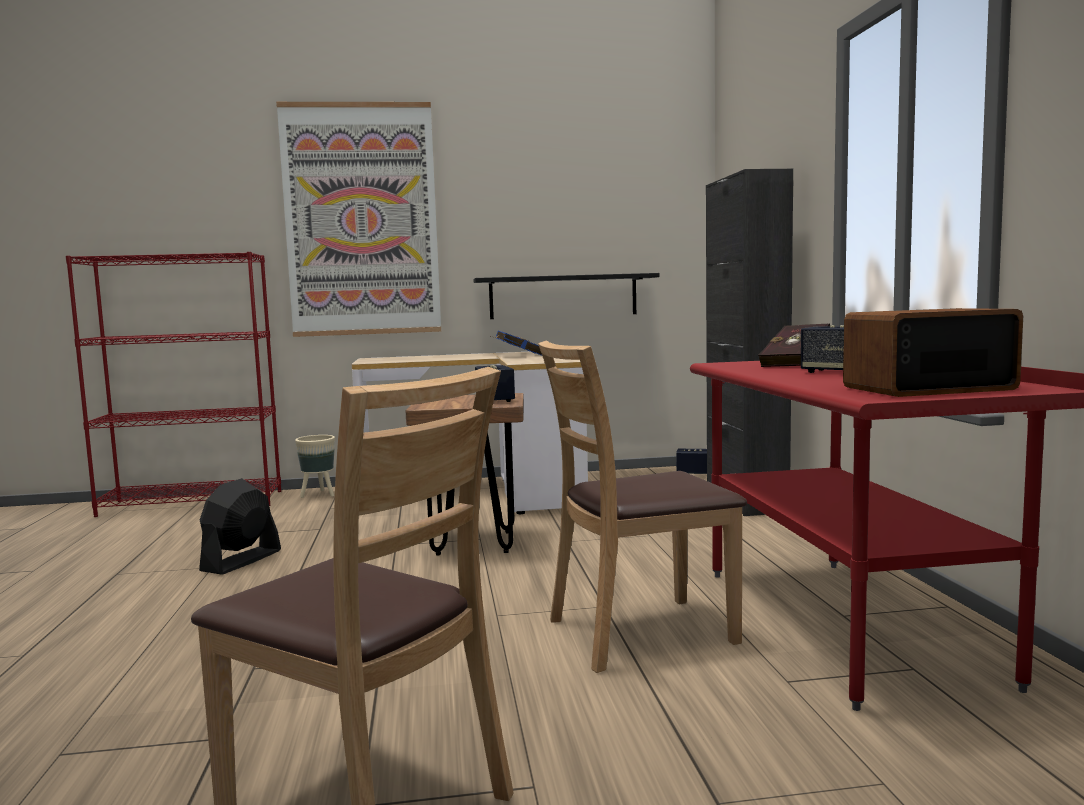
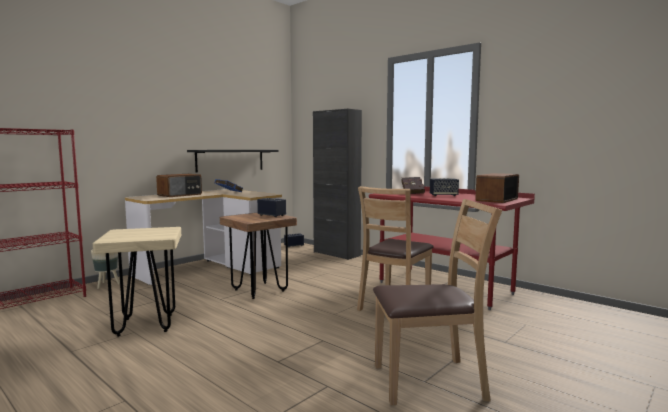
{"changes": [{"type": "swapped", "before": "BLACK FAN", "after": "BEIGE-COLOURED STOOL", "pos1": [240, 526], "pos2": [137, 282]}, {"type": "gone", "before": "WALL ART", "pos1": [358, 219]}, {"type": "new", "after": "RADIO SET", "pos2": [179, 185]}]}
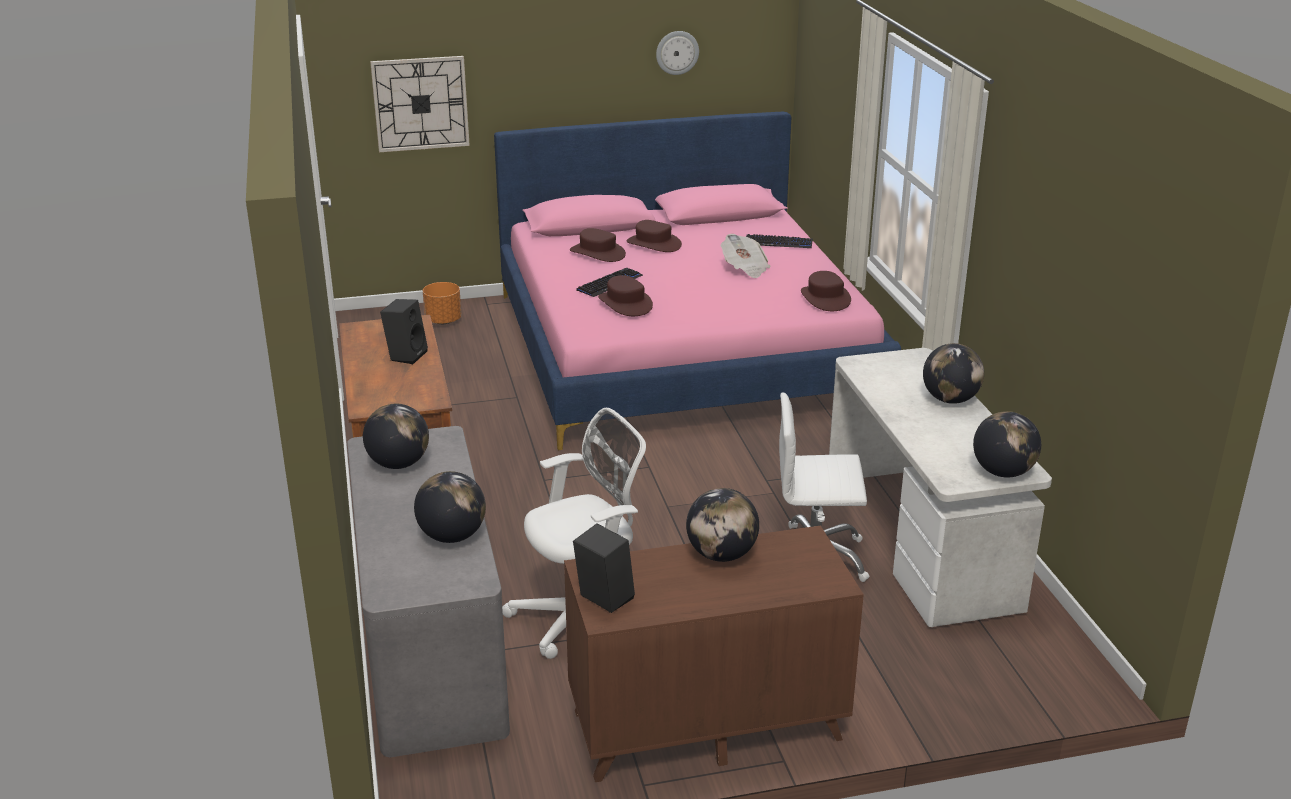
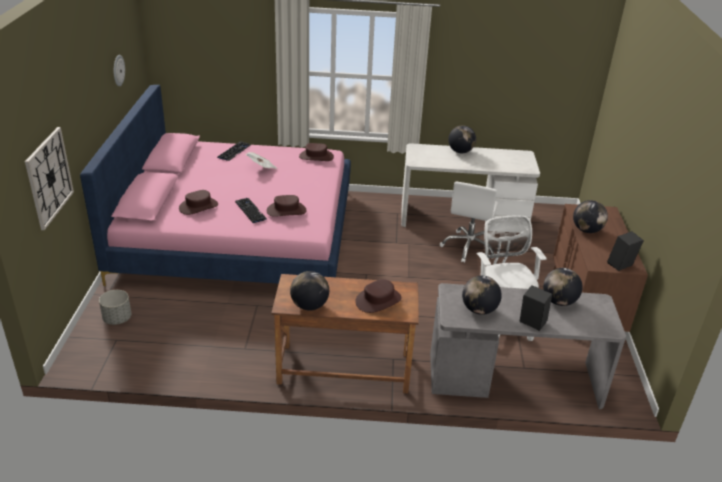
{"changes": [{"type": "shifted", "before": "BLACK AUDIO SPEAKER", "pos1": [404, 331], "pos2": [535, 308]}, {"type": "repainted", "before": "ORANGEY FLOWER POT", "after": "GREY FLOWER POT", "pos1": [442, 303], "pos2": [115, 307]}, {"type": "shifted", "before": "BROWNISH CLOTHING HAT", "pos1": [654, 236], "pos2": [378, 296]}, {"type": "shifted", "before": "DESK GLOBE", "pos1": [1007, 444], "pos2": [309, 291]}]}
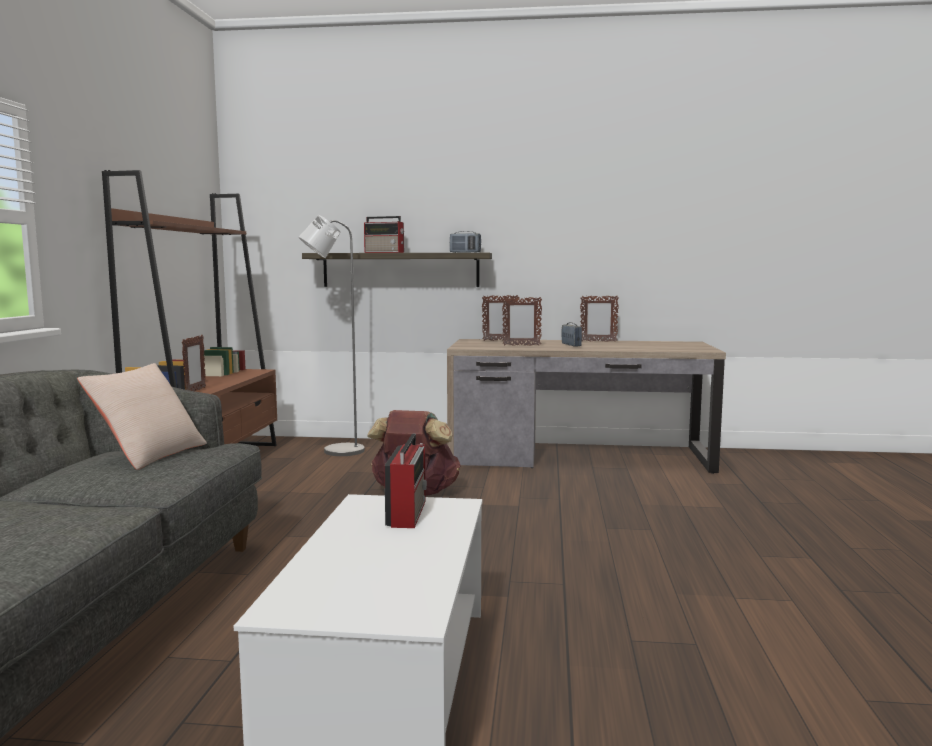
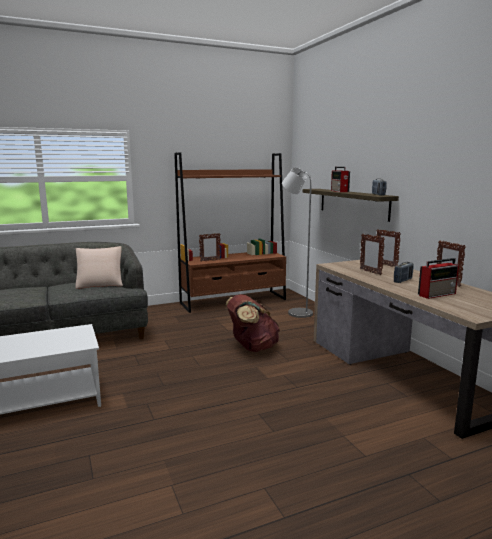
{"changes": [{"type": "shifted", "before": "RADIO SET", "pos1": [405, 481], "pos2": [438, 278]}]}
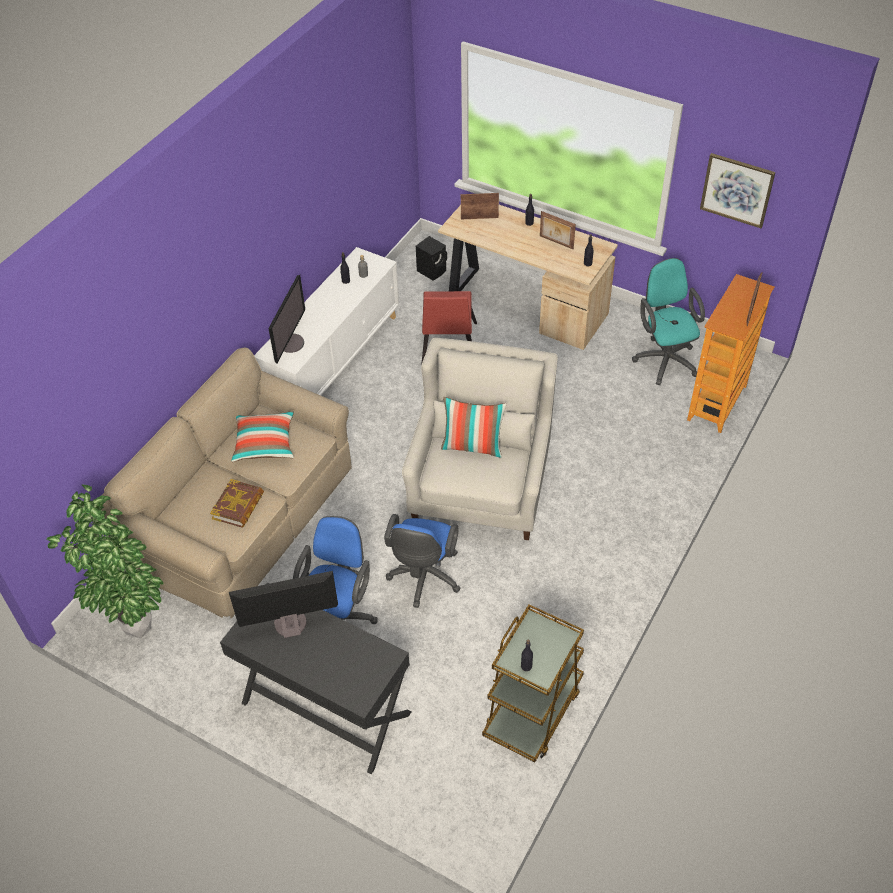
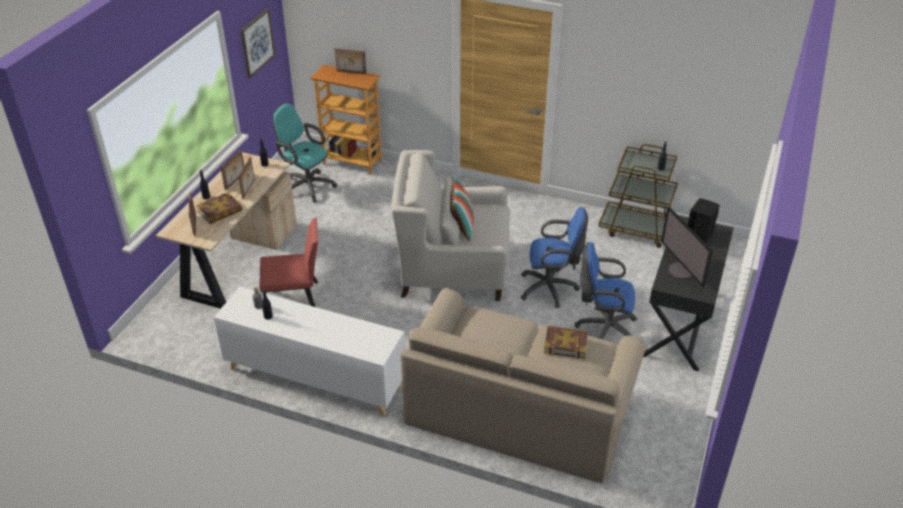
{"changes": [{"type": "gone", "before": "HOUSEPLANT", "pos1": [105, 561]}, {"type": "gone", "before": "CUSHION", "pos1": [262, 436]}, {"type": "gone", "before": "MONITOR", "pos1": [286, 319]}, {"type": "shifted", "before": "BLACK AUDIO SPEAKER", "pos1": [431, 258], "pos2": [704, 221]}, {"type": "rotated", "before": "BLUE-GREEN COMPUTER CHAIR", "pos1": [668, 321], "pos2": [305, 152], "turn": 60}, {"type": "new", "after": "BOOK", "pos2": [219, 208]}, {"type": "new", "after": "PICTURE FRAME", "pos2": [246, 177]}]}
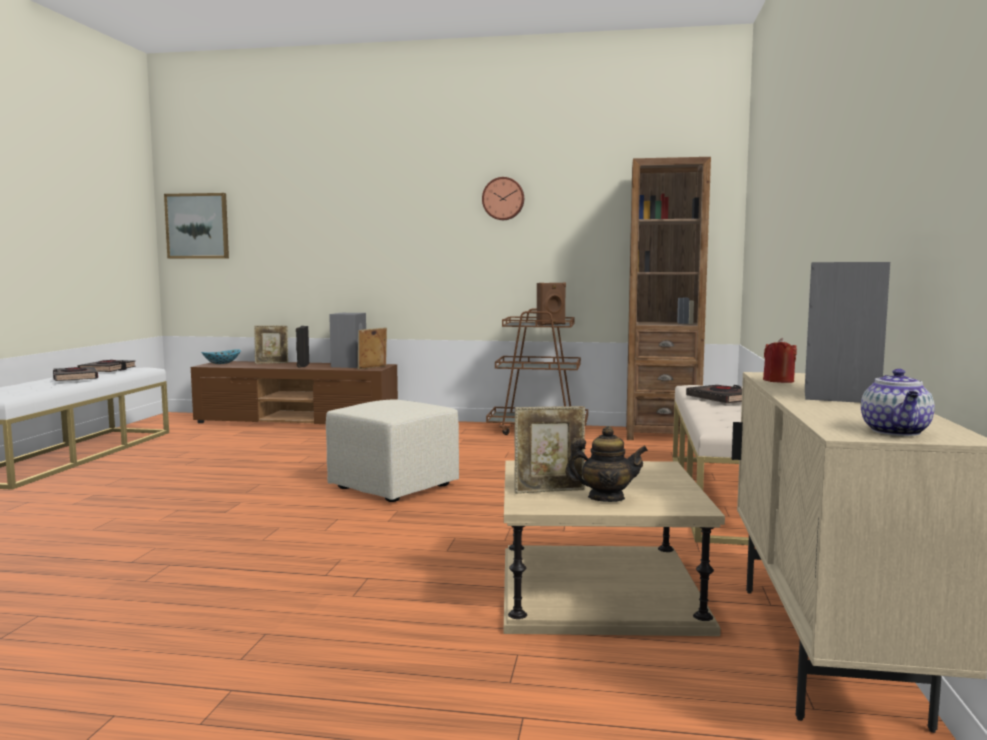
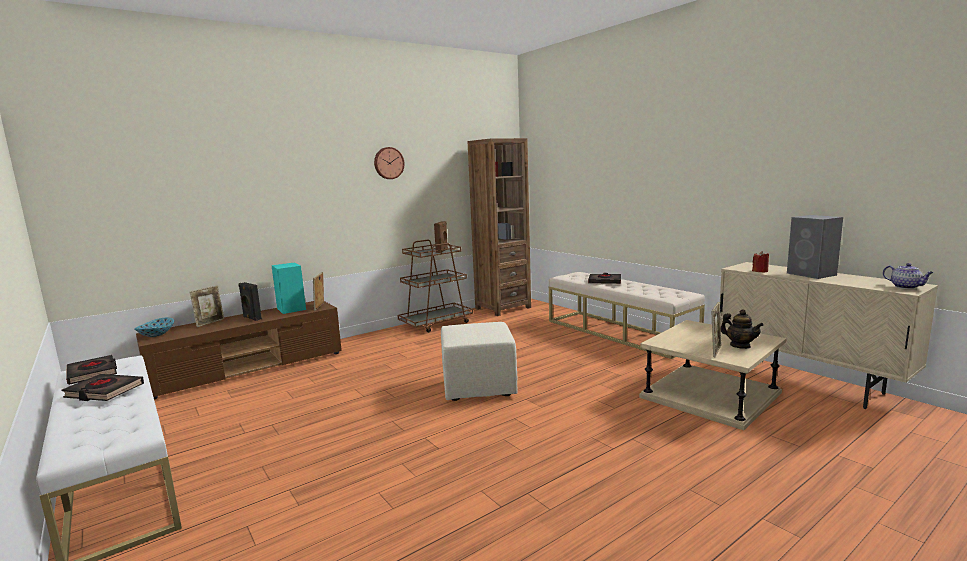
{"changes": [{"type": "gone", "before": "WALL ART", "pos1": [196, 226]}, {"type": "repainted", "before": "GREY AUDIO SPEAKER", "after": "BLUE-GREEN AUDIO SPEAKER", "pos1": [347, 340], "pos2": [288, 288]}, {"type": "rotated", "before": "POT FOR TEA", "pos1": [606, 464], "pos2": [742, 329], "turn": 90}]}
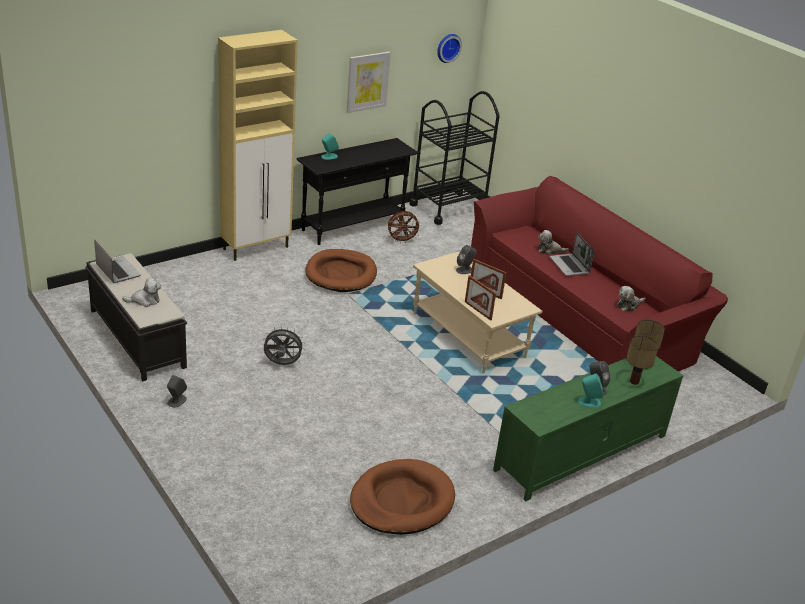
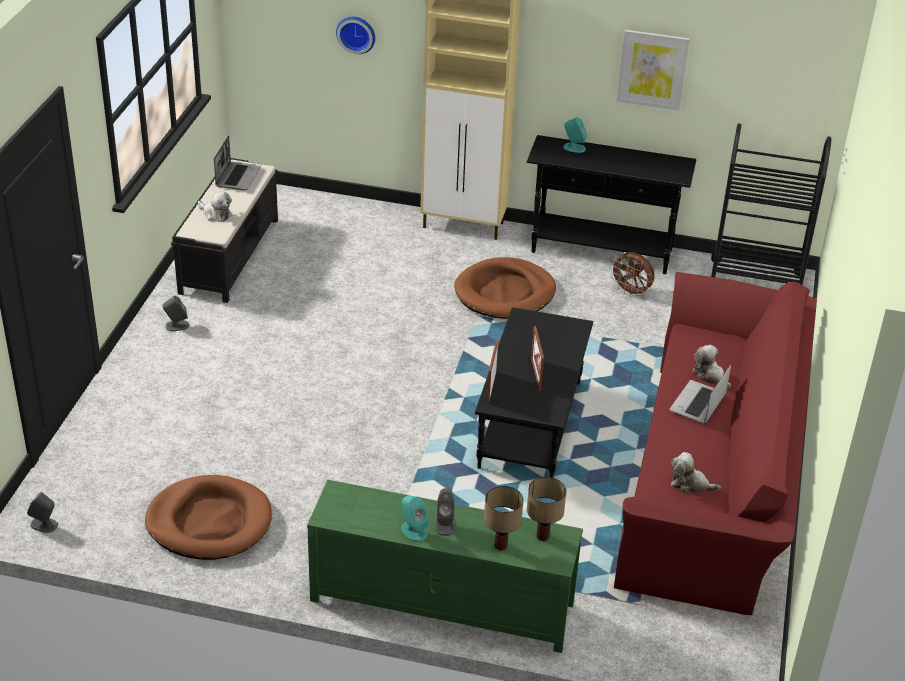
{"changes": [{"type": "gone", "before": "GREY FAN", "pos1": [283, 345]}, {"type": "repainted", "before": "BEIGE-COLOURED LOW TABLE", "after": "BLACK LOW TABLE", "pos1": [477, 312], "pos2": [534, 392]}, {"type": "shifted", "before": "WALL CLOCK", "pos1": [449, 48], "pos2": [355, 35]}, {"type": "shifted", "before": "GREY AUDIO SPEAKER", "pos1": [466, 259], "pos2": [42, 512]}]}
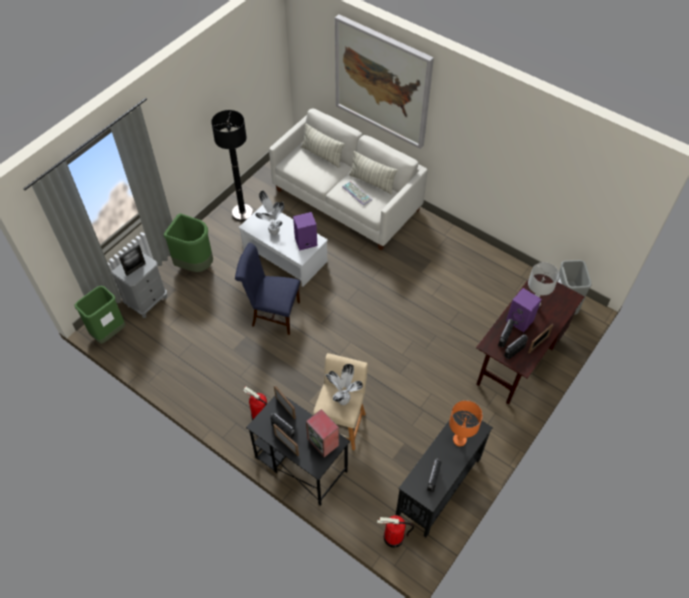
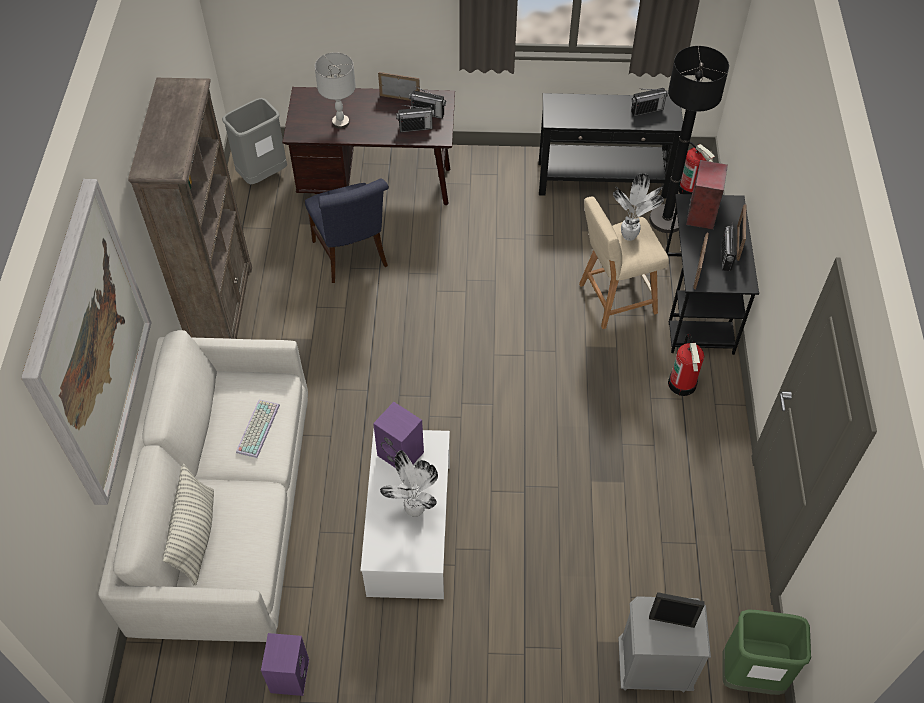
{"changes": [{"type": "gone", "before": "GREENISH RUBBISH BIN", "pos1": [188, 243]}, {"type": "shifted", "before": "BLACK FLOOR LAMP", "pos1": [232, 166], "pos2": [689, 139]}, {"type": "shifted", "before": "BLUE-COLOURED CHAIR", "pos1": [267, 289], "pos2": [347, 231]}, {"type": "gone", "before": "CUSHION", "pos1": [373, 173]}, {"type": "gone", "before": "ORANGEY TABLETOP LAMP", "pos1": [466, 423]}, {"type": "shifted", "before": "PURPLISH AUDIO SPEAKER", "pos1": [524, 310], "pos2": [285, 664]}, {"type": "new", "after": "BROWNISH SHELVING UNIT", "pos2": [190, 208]}]}
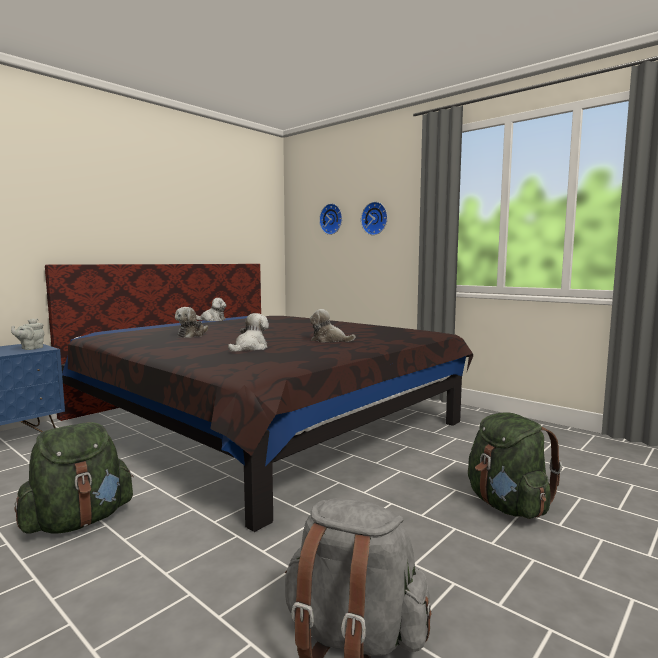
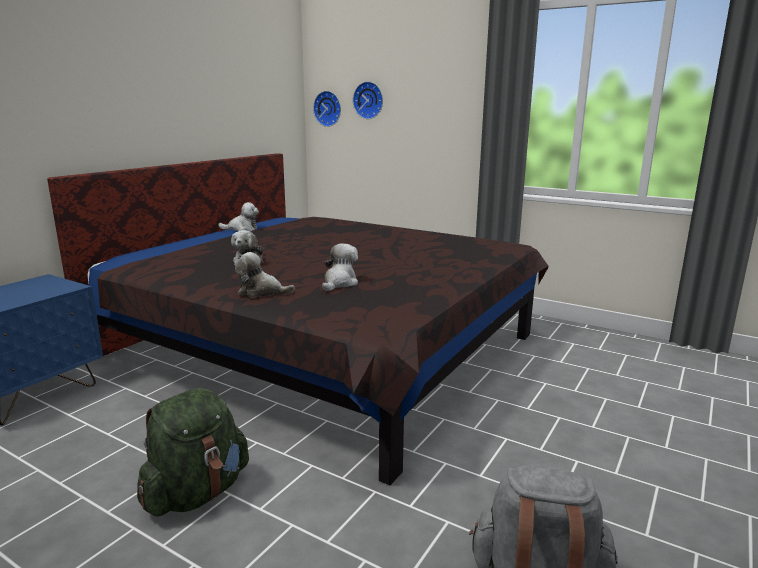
{"changes": [{"type": "gone", "before": "GREY POT FOR TEA", "pos1": [27, 334]}, {"type": "shifted", "before": "SOFT TOY", "pos1": [332, 325], "pos2": [265, 274]}, {"type": "shifted", "before": "WALL CLOCK", "pos1": [374, 218], "pos2": [327, 109]}, {"type": "gone", "before": "GREENISH KNAPSACK", "pos1": [515, 465]}]}
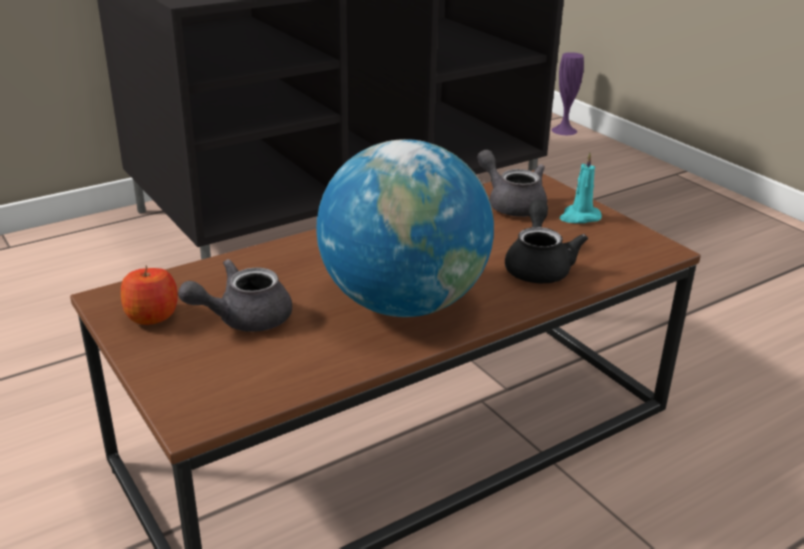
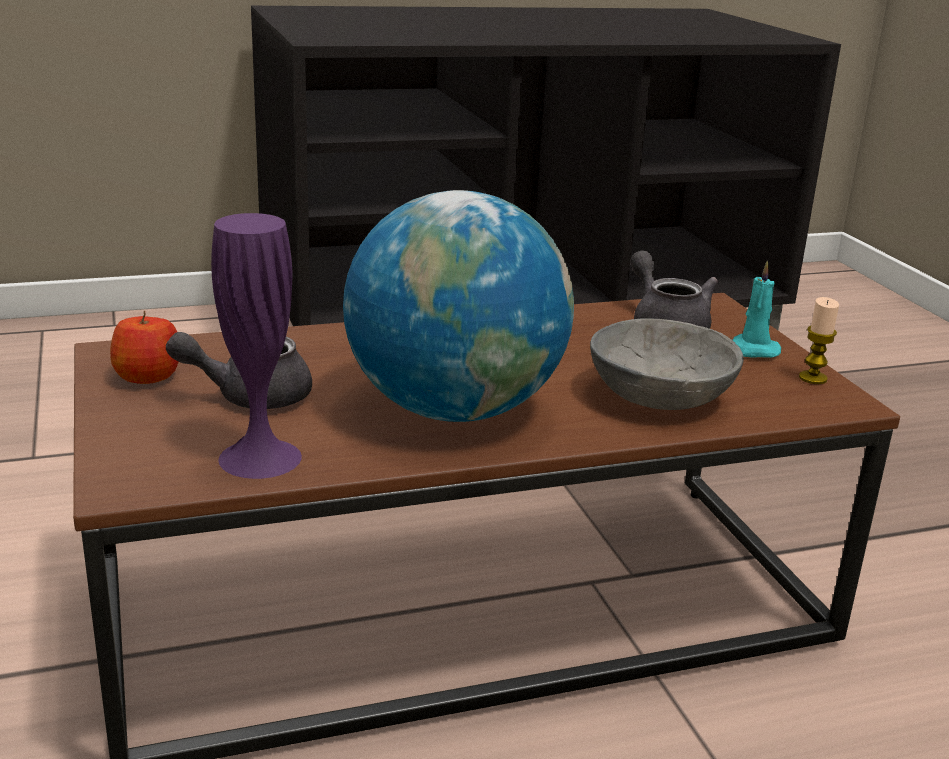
{"changes": [{"type": "swapped", "before": "BLACK POT FOR TEA", "after": "GREY SERVING BOWL", "pos1": [546, 241], "pos2": [667, 364]}, {"type": "shifted", "before": "PURPLISH VASE", "pos1": [567, 93], "pos2": [256, 346]}, {"type": "new", "after": "CANDLE", "pos2": [819, 340]}]}
